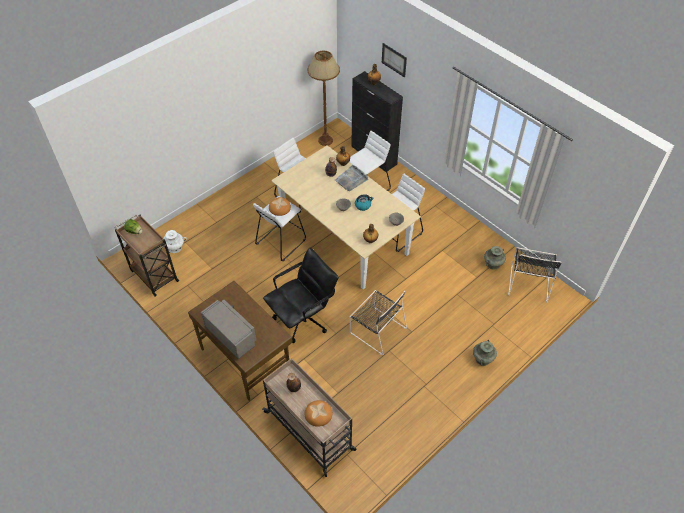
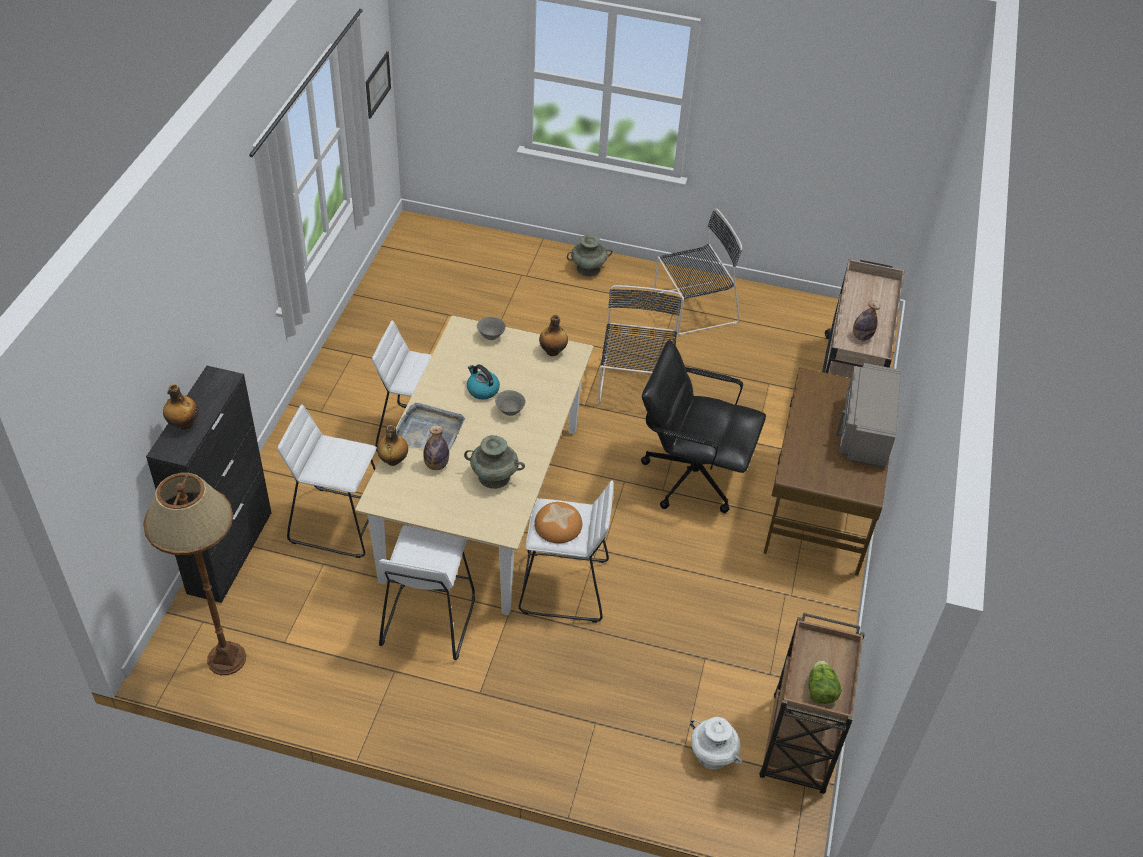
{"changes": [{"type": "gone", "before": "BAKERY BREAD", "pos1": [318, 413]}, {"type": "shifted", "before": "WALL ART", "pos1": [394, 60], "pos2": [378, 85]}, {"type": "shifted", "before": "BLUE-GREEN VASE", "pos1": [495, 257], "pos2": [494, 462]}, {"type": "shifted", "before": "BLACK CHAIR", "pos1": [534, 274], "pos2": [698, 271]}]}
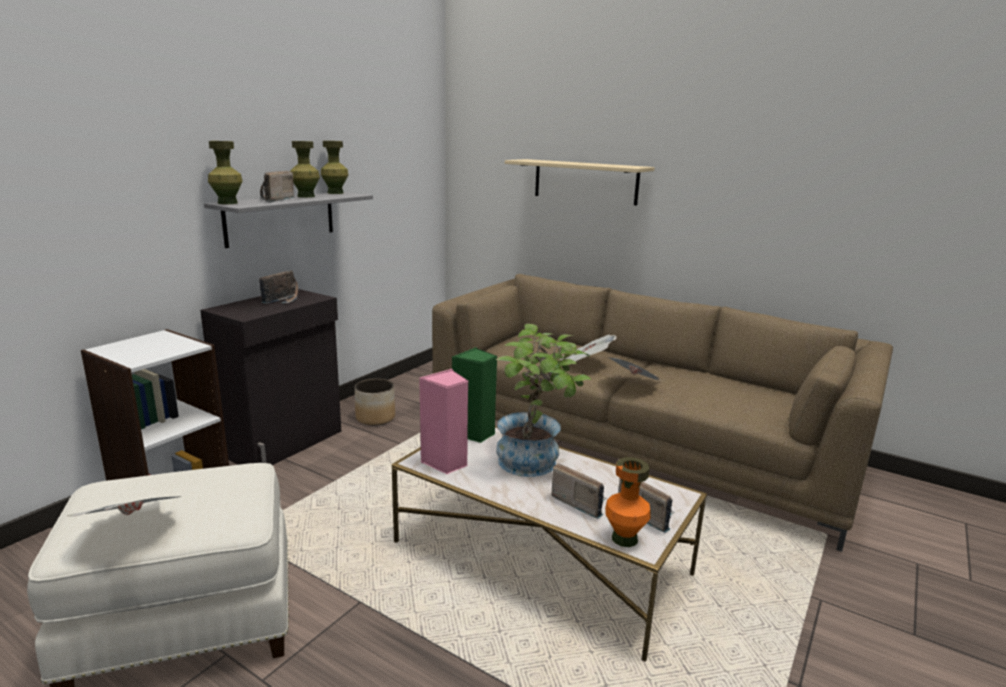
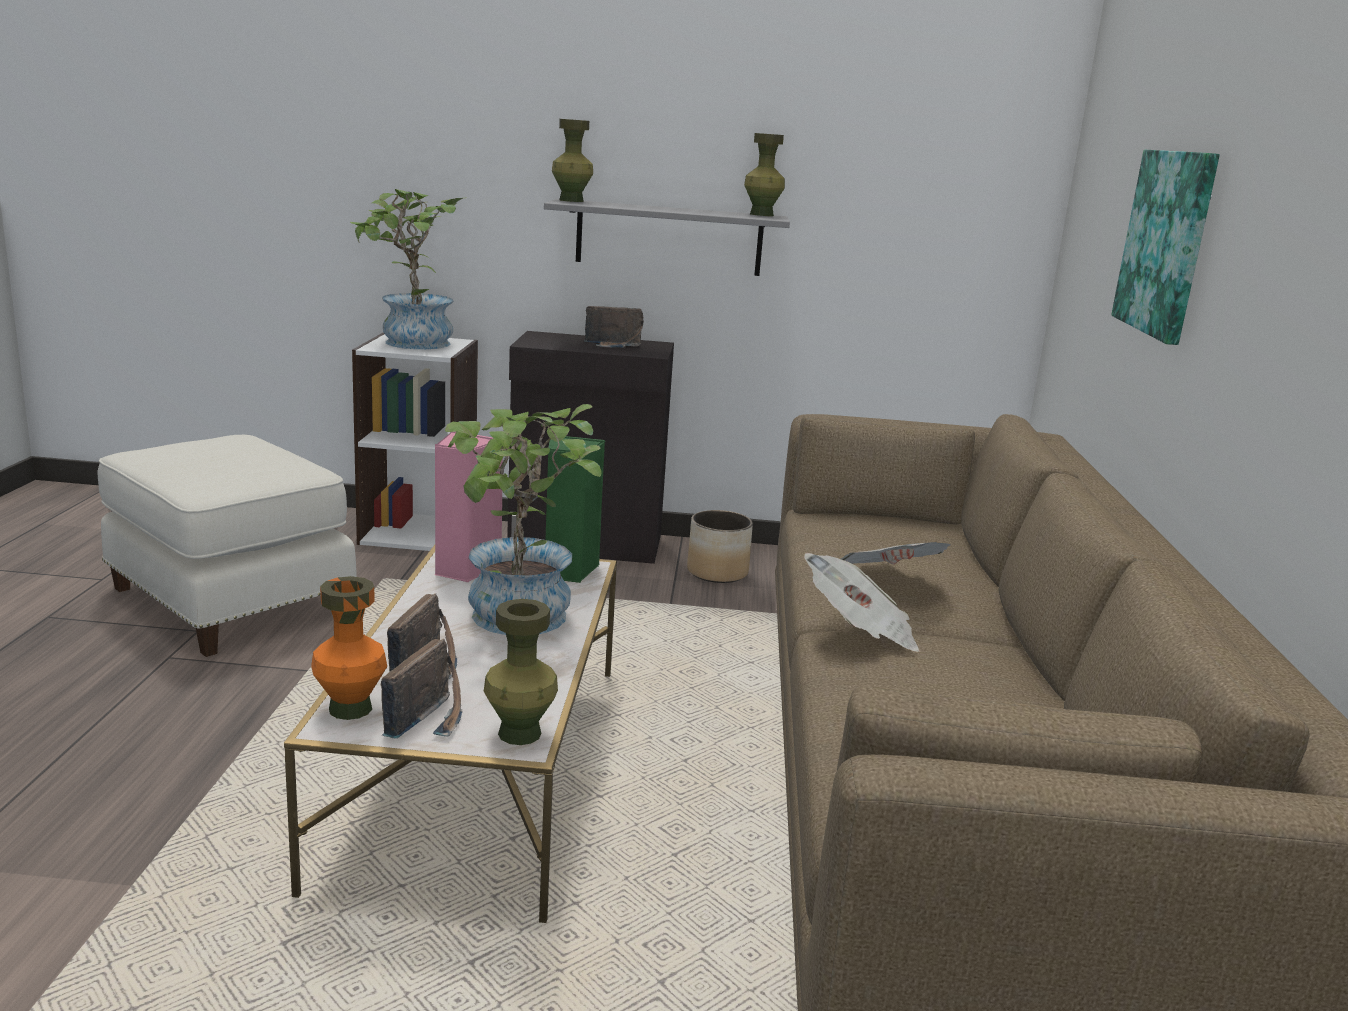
{"changes": [{"type": "gone", "before": "PRINTED PAPER", "pos1": [124, 506]}, {"type": "gone", "before": "RADIO SET", "pos1": [277, 186]}, {"type": "shifted", "before": "GREENISH VASE", "pos1": [305, 169], "pos2": [521, 672]}, {"type": "swapped", "before": "BEIGE-COLOURED WALL SHELF", "after": "WALL ART", "pos1": [580, 182], "pos2": [1165, 247]}, {"type": "new", "after": "HOUSEPLANT", "pos2": [406, 269]}]}
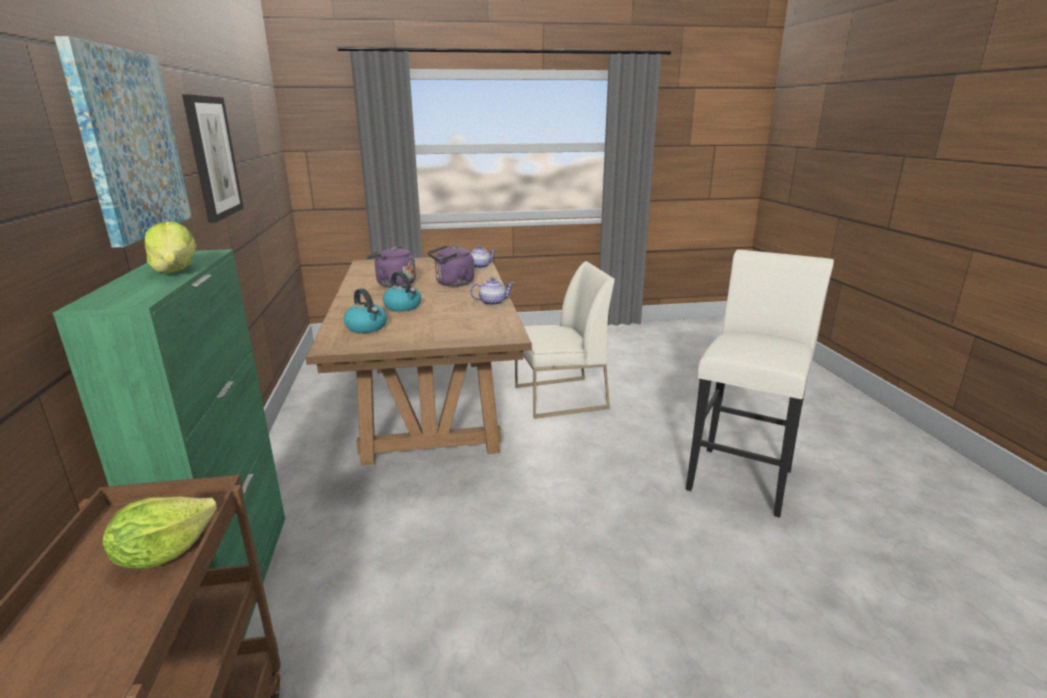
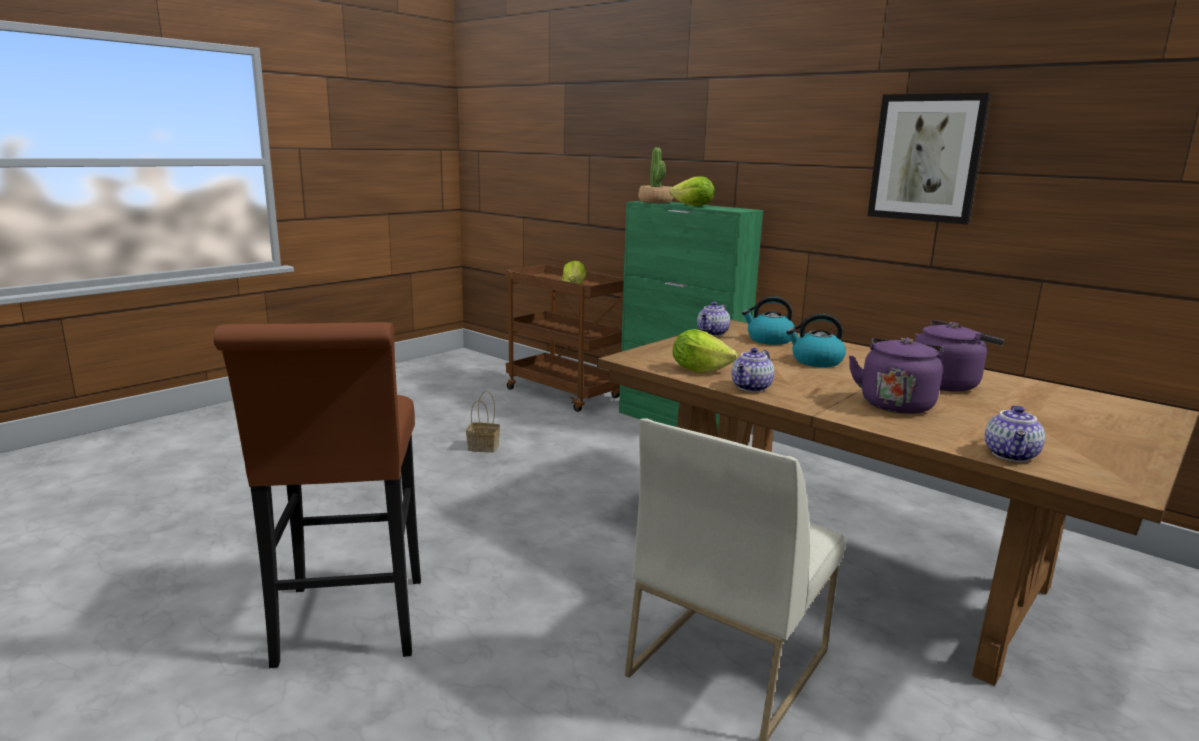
{"changes": [{"type": "gone", "before": "WALL ART", "pos1": [123, 142]}, {"type": "repainted", "before": "WHITE STOOL", "after": "BROWNISH STOOL", "pos1": [759, 384], "pos2": [317, 495]}, {"type": "new", "after": "BASKET", "pos2": [483, 422]}, {"type": "new", "after": "HOUSEPLANT", "pos2": [655, 175]}, {"type": "new", "after": "HEAD OF LETTUCE", "pos2": [705, 351]}, {"type": "new", "after": "POT FOR TEA", "pos2": [713, 319]}]}
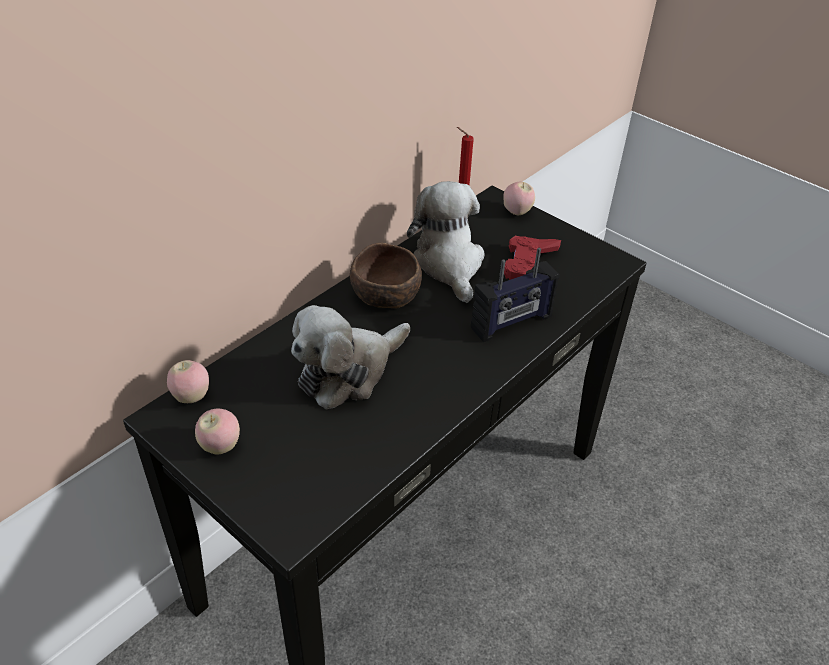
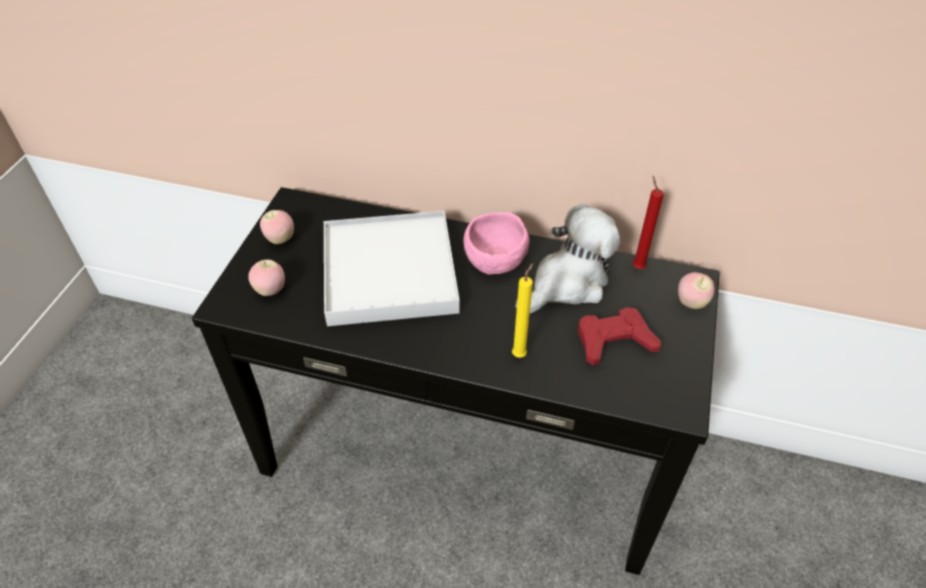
{"changes": [{"type": "shifted", "before": "WHOLE APPLE", "pos1": [188, 381], "pos2": [266, 278]}, {"type": "swapped", "before": "SOFT TOY", "after": "WHITE TRAY", "pos1": [350, 357], "pos2": [392, 268]}, {"type": "repainted", "before": "BROWNISH SERVING BOWL", "after": "PINKISH SERVING BOWL", "pos1": [386, 276], "pos2": [496, 243]}, {"type": "swapped", "before": "RADIO SET", "after": "YELLOWISH CANDLE", "pos1": [515, 295], "pos2": [522, 310]}]}
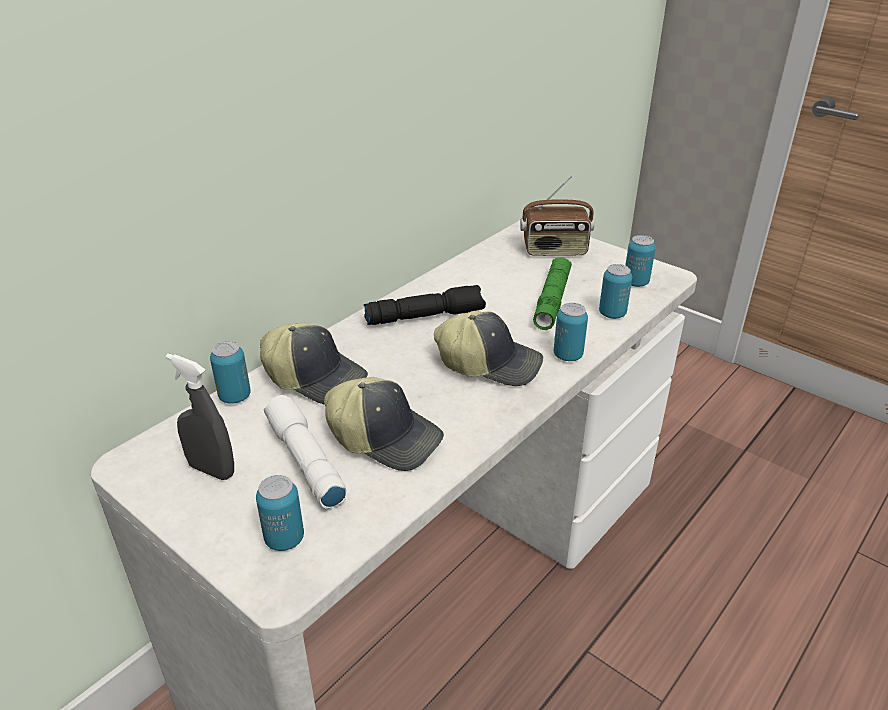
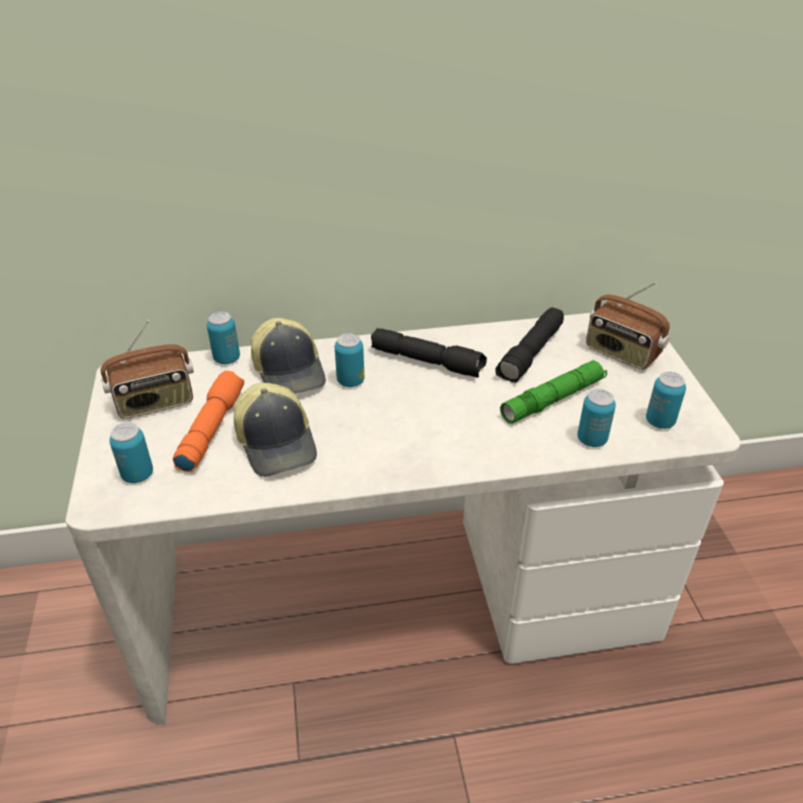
{"changes": [{"type": "swapped", "before": "GREY SPRAY BOTTLE", "after": "RADIO SET", "pos1": [200, 416], "pos2": [147, 369]}, {"type": "repainted", "before": "WHITE FLASHLIGHT", "after": "ORANGEY FLASHLIGHT", "pos1": [305, 452], "pos2": [208, 421]}, {"type": "gone", "before": "BASEBALL CAP", "pos1": [488, 348]}, {"type": "shifted", "before": "METAL CAN", "pos1": [571, 332], "pos2": [349, 360]}, {"type": "new", "after": "BLACK FLASHLIGHT", "pos2": [529, 345]}]}
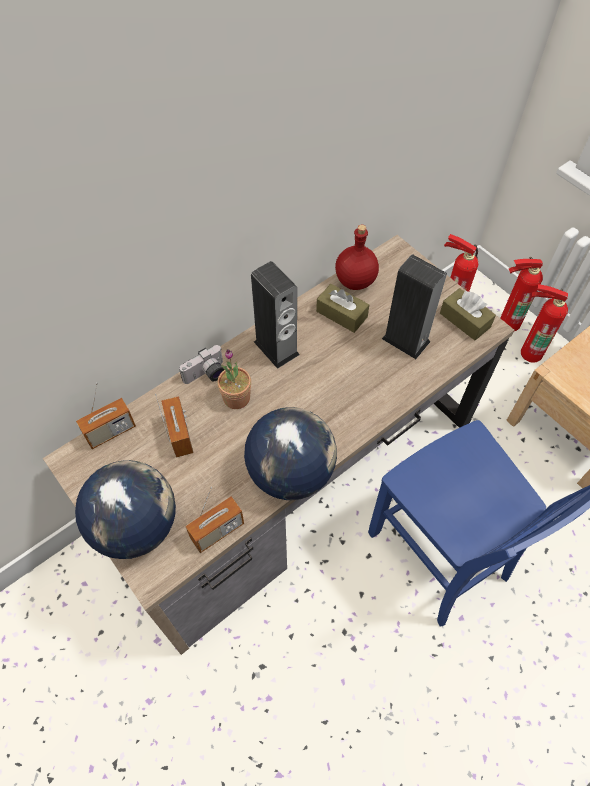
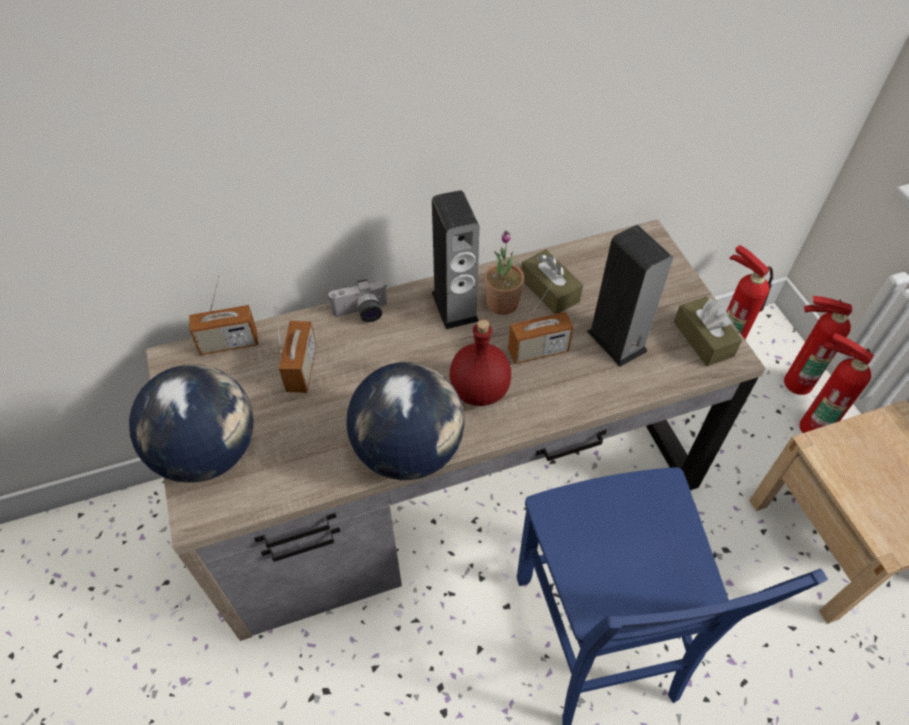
{"changes": [{"type": "shifted", "before": "RADIO SET", "pos1": [214, 520], "pos2": [541, 323]}, {"type": "shifted", "before": "HOUSEPLANT", "pos1": [234, 379], "pos2": [504, 272]}, {"type": "shifted", "before": "REDDISH DRINK BOTTLE", "pos1": [357, 257], "pos2": [480, 362]}]}
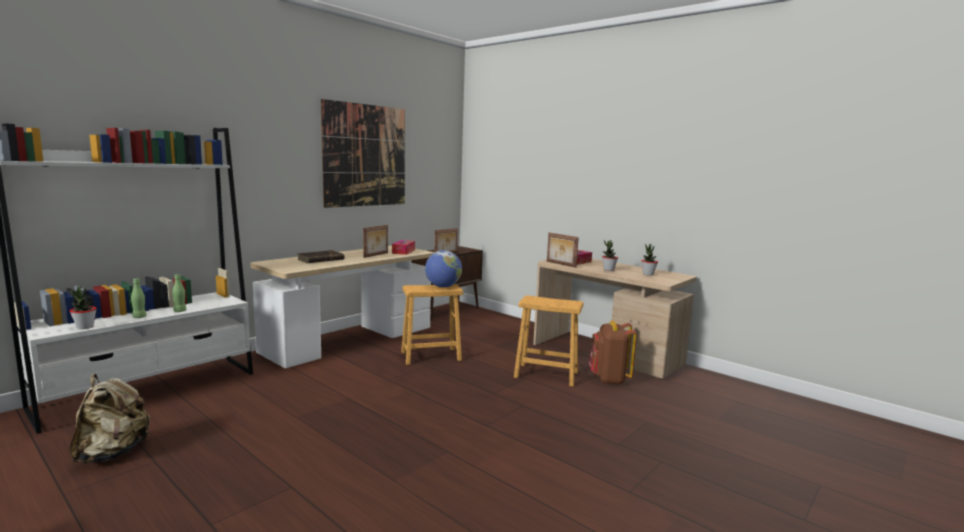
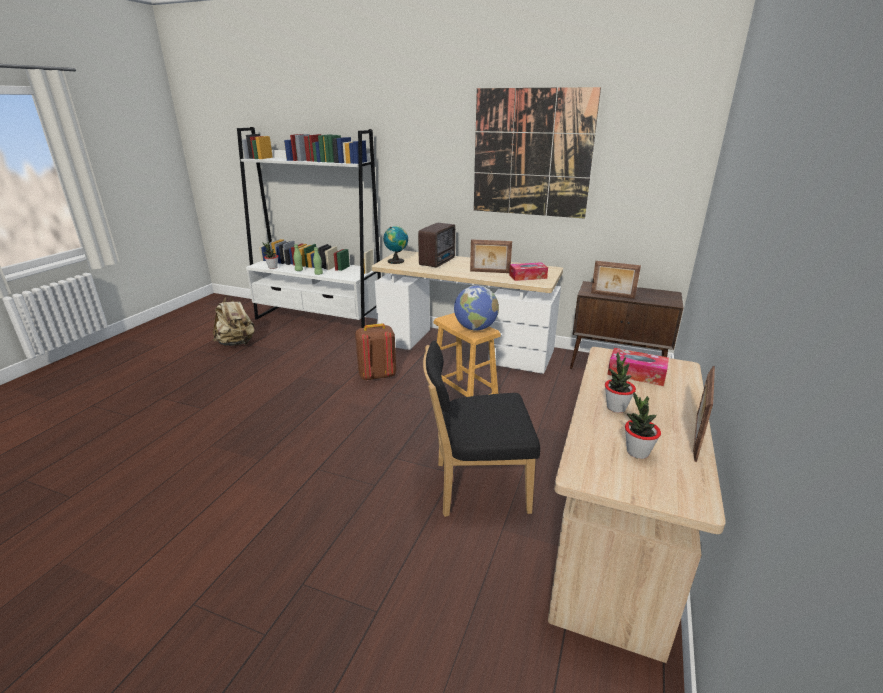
{"changes": [{"type": "swapped", "before": "BROWNISH BOOK", "after": "RADIO SET", "pos1": [321, 256], "pos2": [436, 245]}, {"type": "swapped", "before": "BROWNISH STOOL", "after": "BLACK CHAIR", "pos1": [548, 341], "pos2": [481, 428]}, {"type": "shifted", "before": "PICTURE FRAME", "pos1": [563, 250], "pos2": [704, 414]}, {"type": "shifted", "before": "BROWNISH KNAPSACK", "pos1": [613, 353], "pos2": [375, 352]}, {"type": "new", "after": "DESK GLOBE", "pos2": [395, 245]}]}
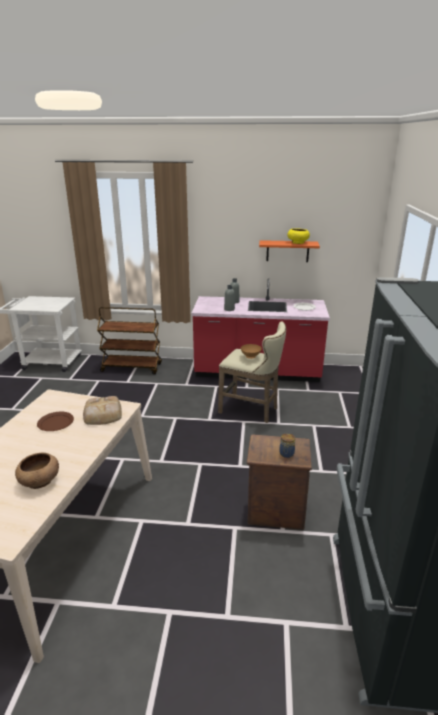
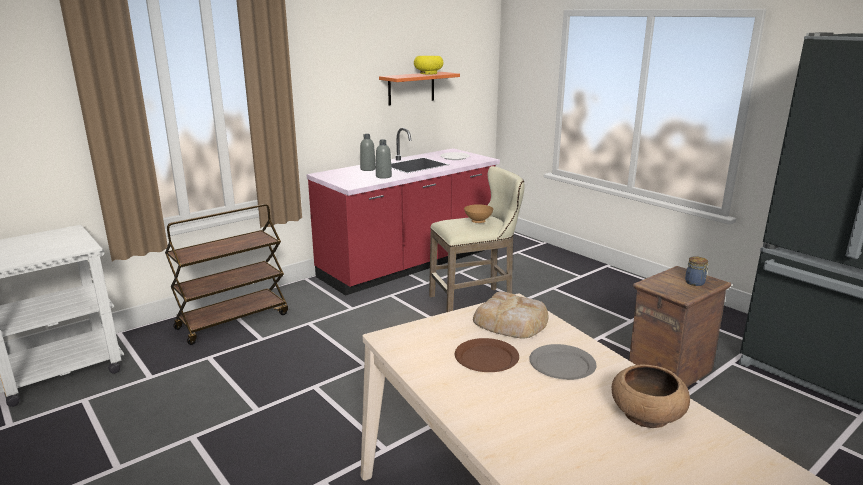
{"changes": [{"type": "new", "after": "GREY PLATE", "pos2": [562, 362]}]}
